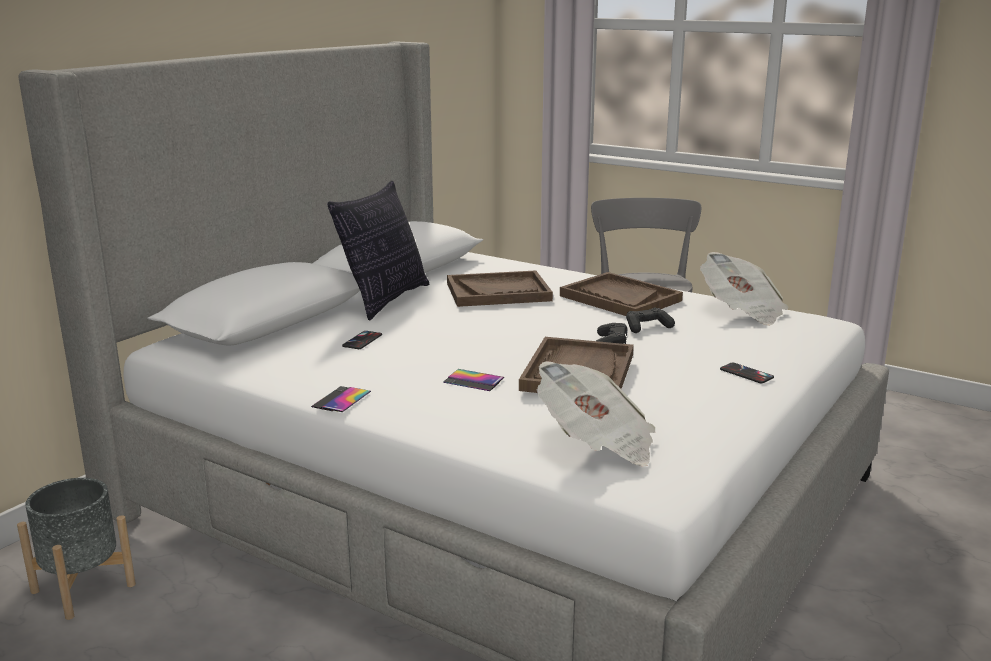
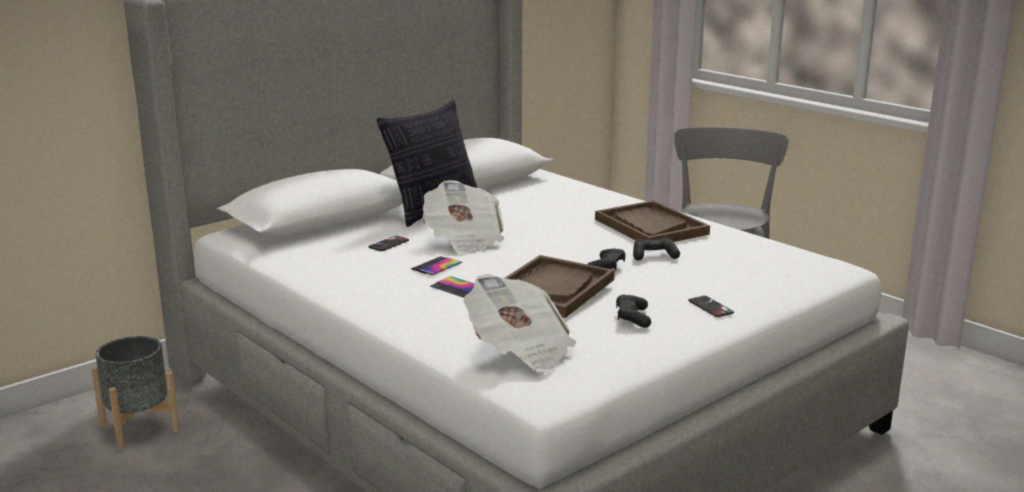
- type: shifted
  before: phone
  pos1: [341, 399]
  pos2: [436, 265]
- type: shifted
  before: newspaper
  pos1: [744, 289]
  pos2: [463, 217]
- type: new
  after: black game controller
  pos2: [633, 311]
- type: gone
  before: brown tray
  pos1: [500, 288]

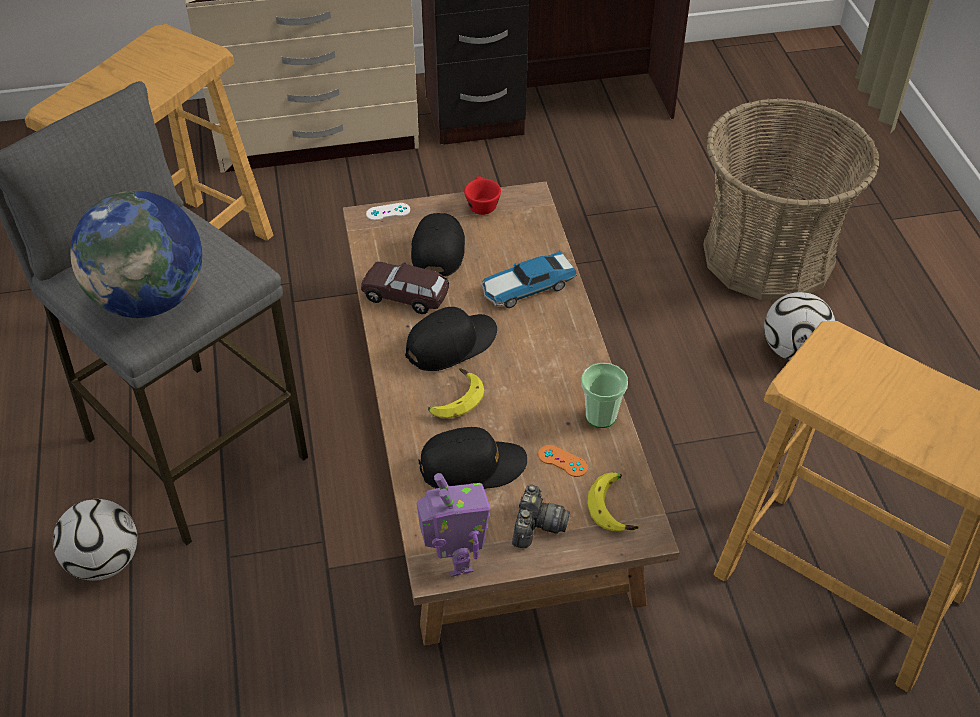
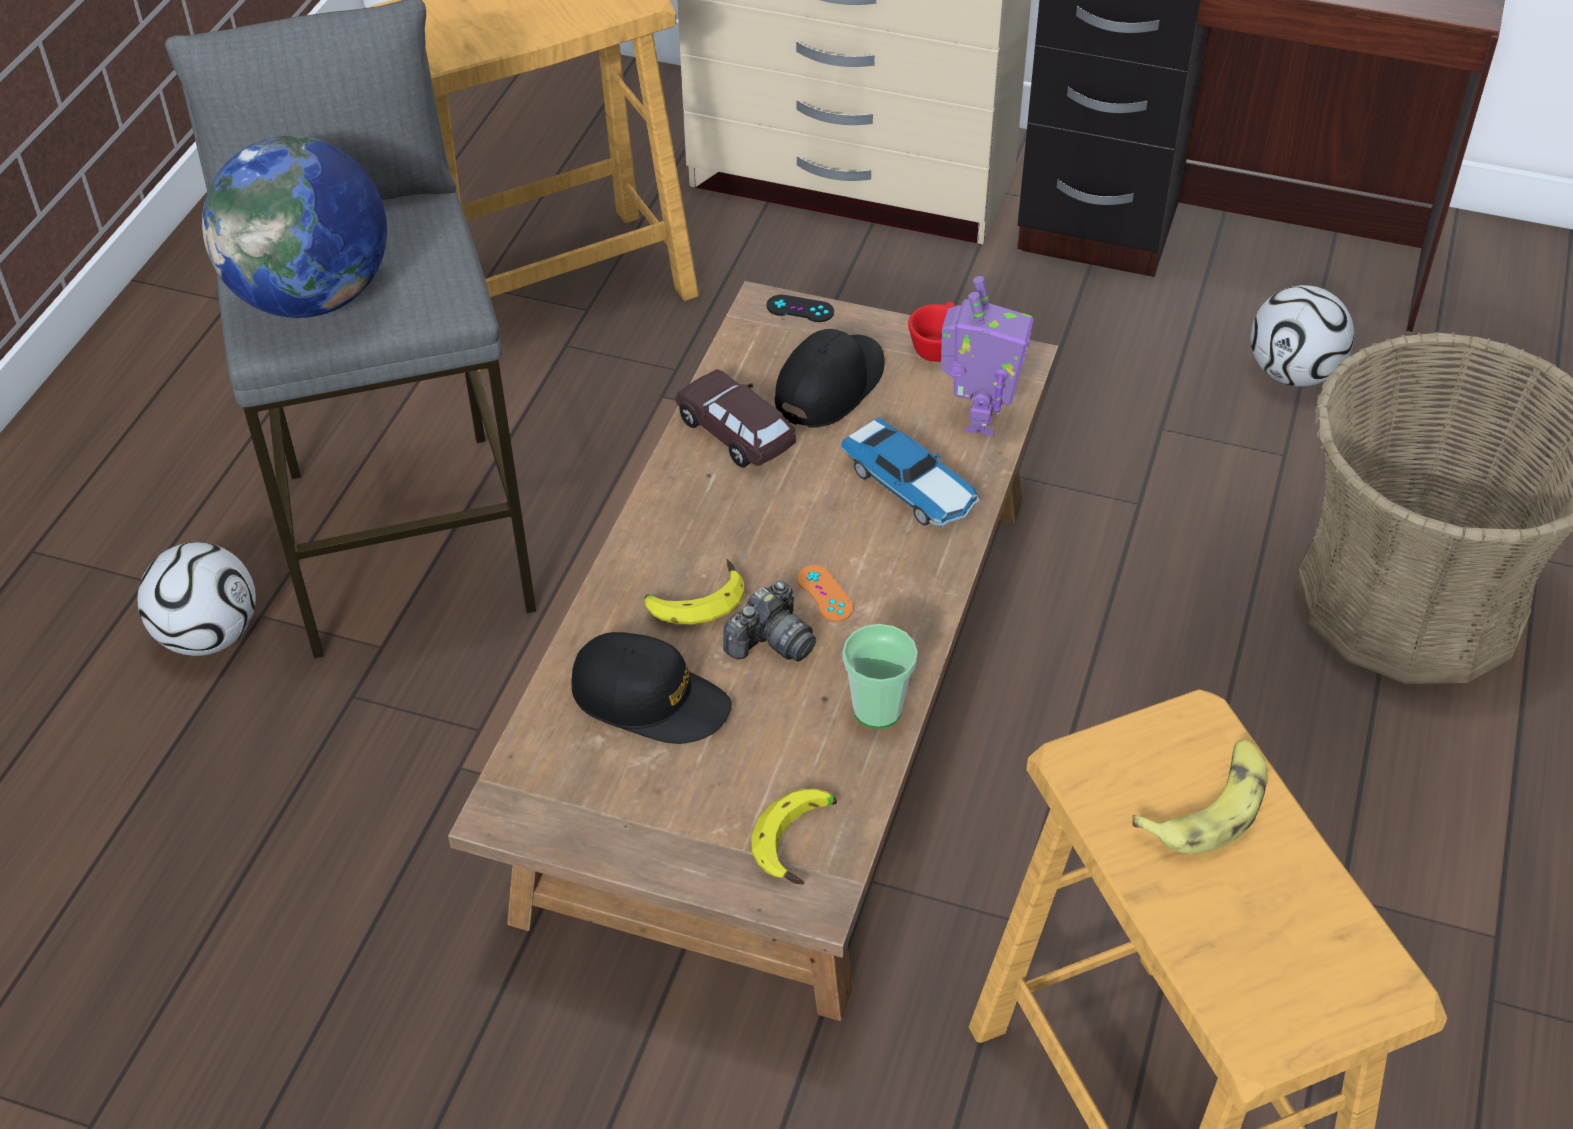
- type: shifted
  before: photo camera
  pos1: [541, 516]
  pos2: [769, 621]
- type: repainted
  before: white game controller
  after: black game controller
  pos1: [388, 212]
  pos2: [800, 308]
- type: shifted
  before: orange game controller
  pos1: [563, 461]
  pos2: [825, 593]
- type: rotated
  before: toy car
  pos1: [528, 279]
  pos2: [910, 472]
  turn: -135
- type: shifted
  before: toy robot
  pos1: [453, 525]
  pos2: [987, 356]
- type: new
  after: banana
  pos2: [1199, 797]
- type: shifted
  before: football
  pos1: [799, 326]
  pos2: [1302, 335]
- type: gone
  before: black cap
  pos1: [451, 339]

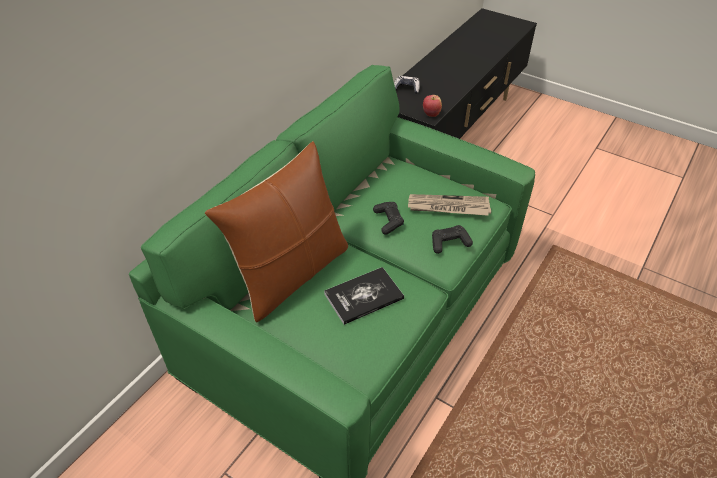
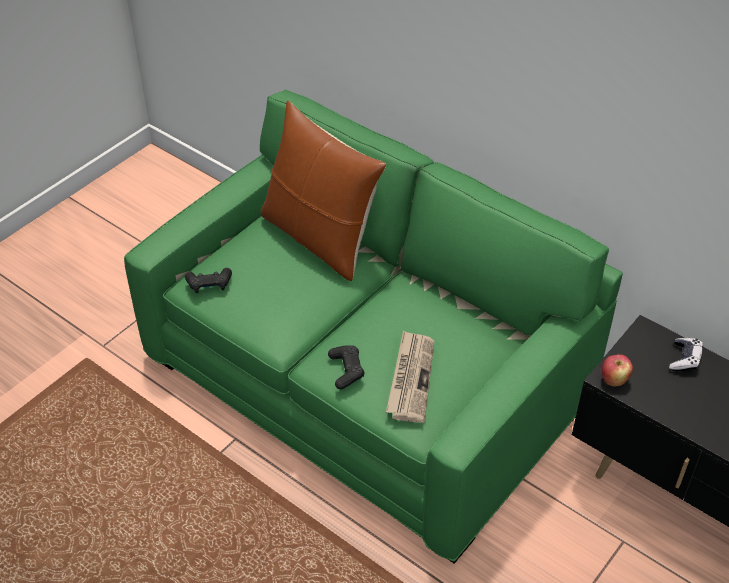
- type: shifted
  before: black game controller
  pos1: [388, 218]
  pos2: [208, 280]
- type: gone
  before: book
  pos1: [364, 296]

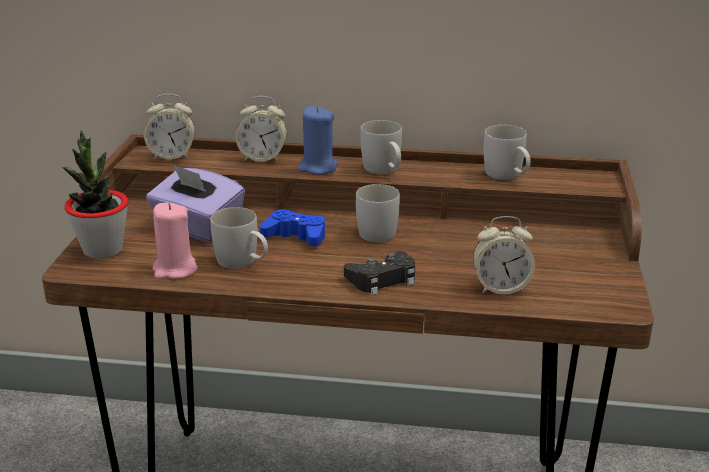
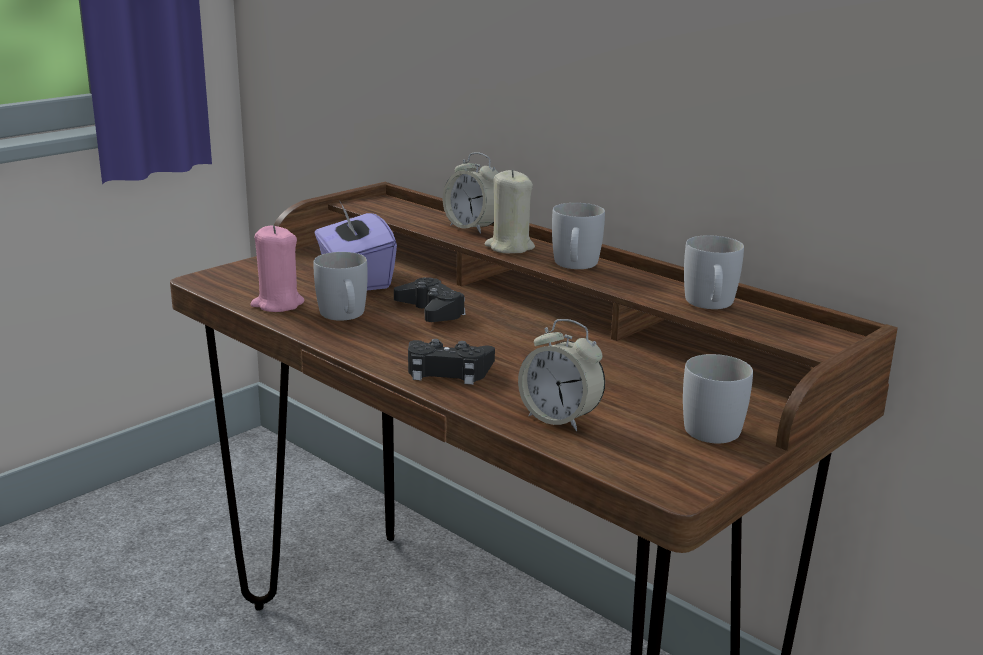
- type: repainted
  before: blue game controller
  after: black game controller
  pos1: [292, 227]
  pos2: [430, 299]
- type: repainted
  before: blue candle
  after: beige candle
  pos1: [318, 140]
  pos2: [510, 211]
- type: shifted
  before: white mug
  pos1: [378, 213]
  pos2: [718, 398]
- type: gone
  before: potted plant
  pos1: [95, 194]
- type: gone
  before: alarm clock
  pos1: [169, 127]

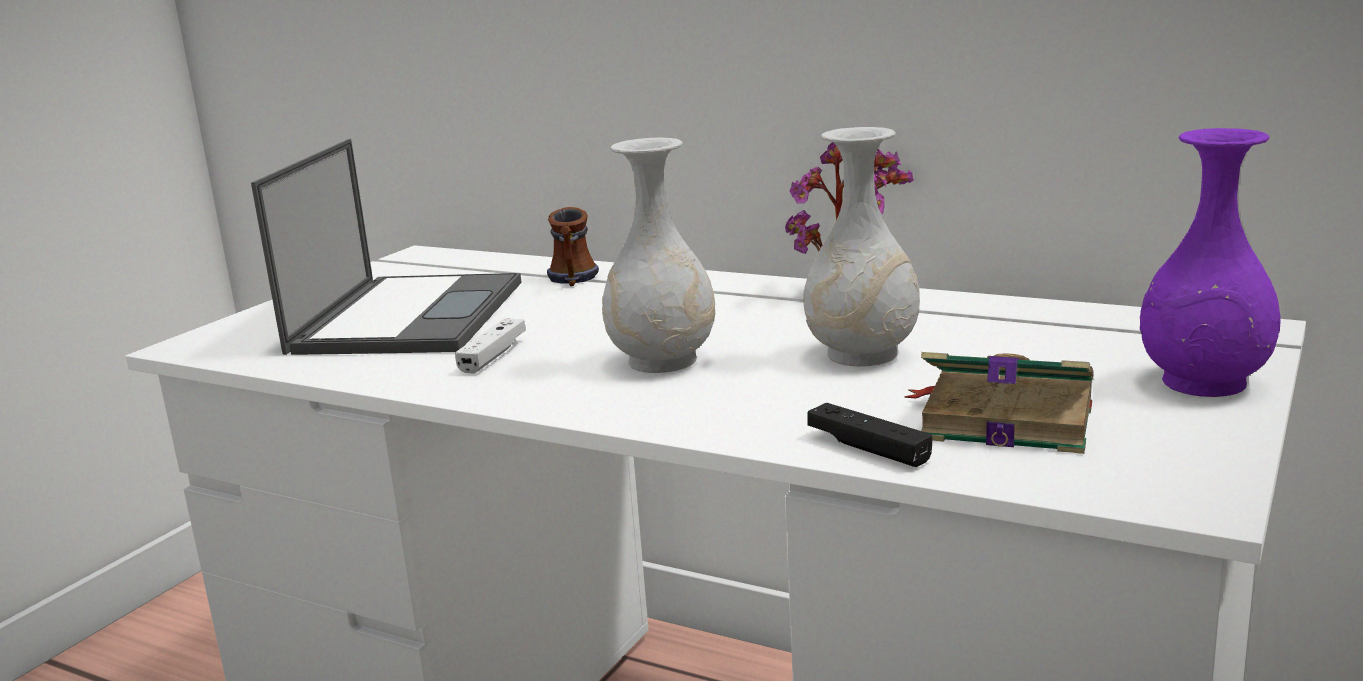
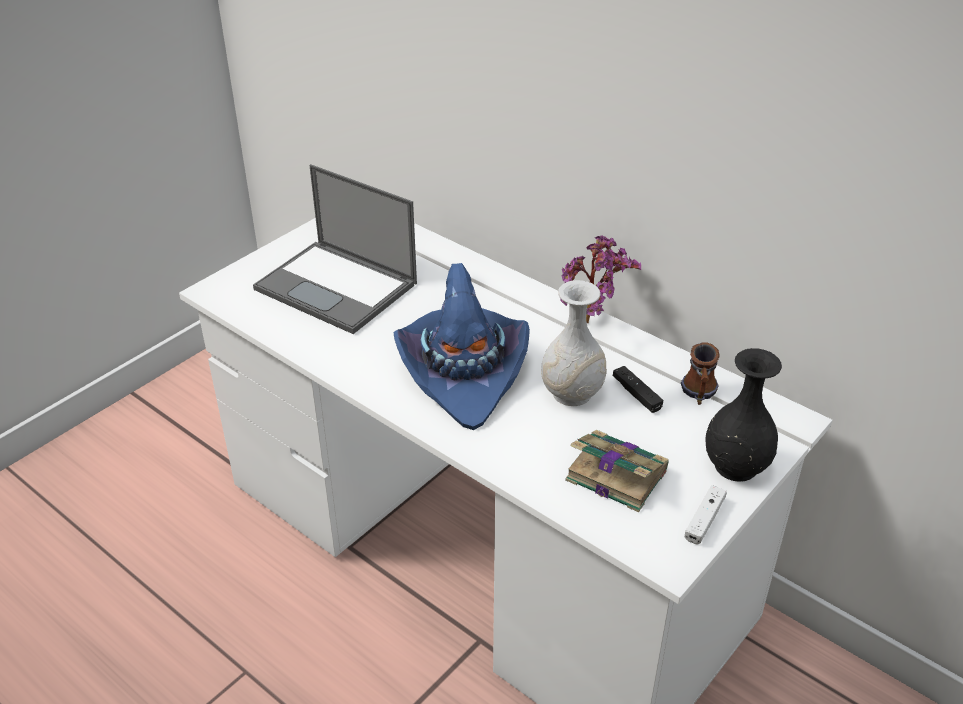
- type: rotated
  before: laptop
  pos1: [386, 247]
  pos2: [335, 249]
  turn: 105
- type: swapped
  before: white vase
  after: blue hat
  pos1: [658, 255]
  pos2: [461, 346]
- type: shifted
  before: black game controller
  pos1: [869, 435]
  pos2: [638, 389]
- type: shifted
  before: mug
  pos1: [573, 246]
  pos2: [700, 373]
- type: shifted
  before: white game controller
  pos1: [490, 346]
  pos2: [706, 515]
- type: repainted
  before: purple vase
  after: black vase
  pos1: [1210, 262]
  pos2: [744, 415]

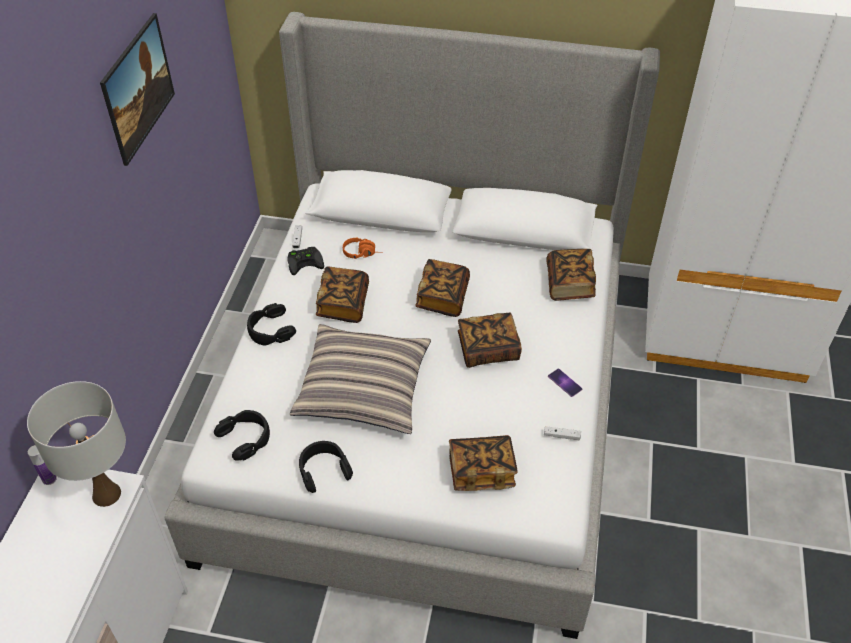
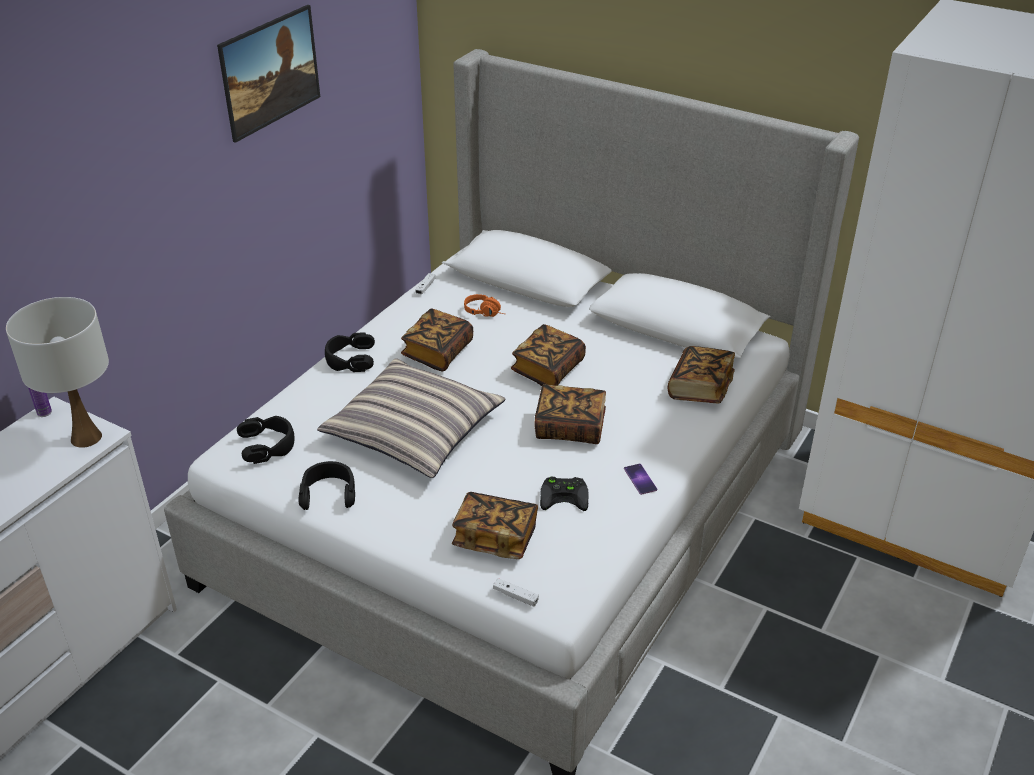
- type: shifted
  before: white game controller
  pos1: [562, 433]
  pos2: [516, 592]
- type: shifted
  before: black game controller
  pos1: [306, 261]
  pos2: [564, 494]

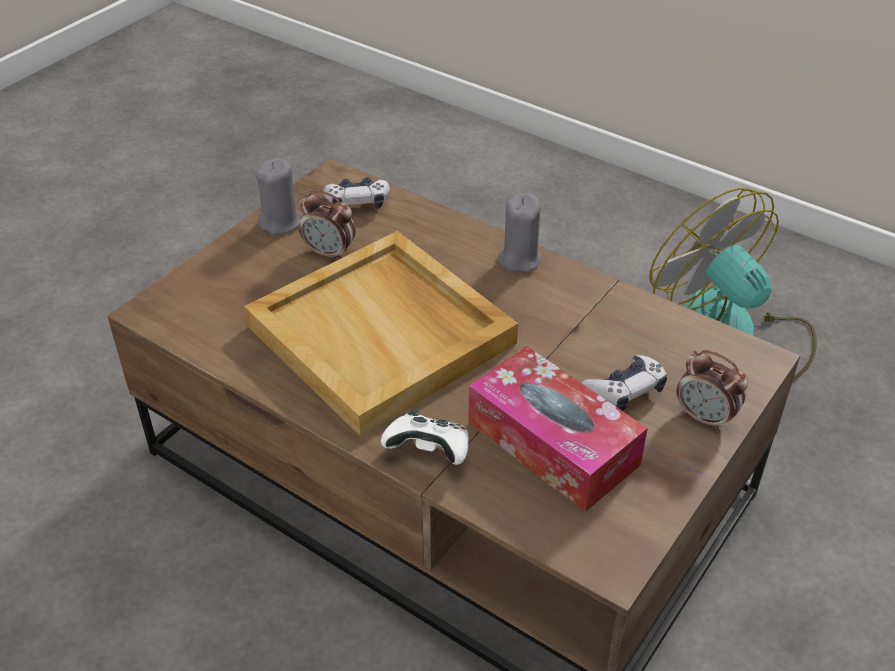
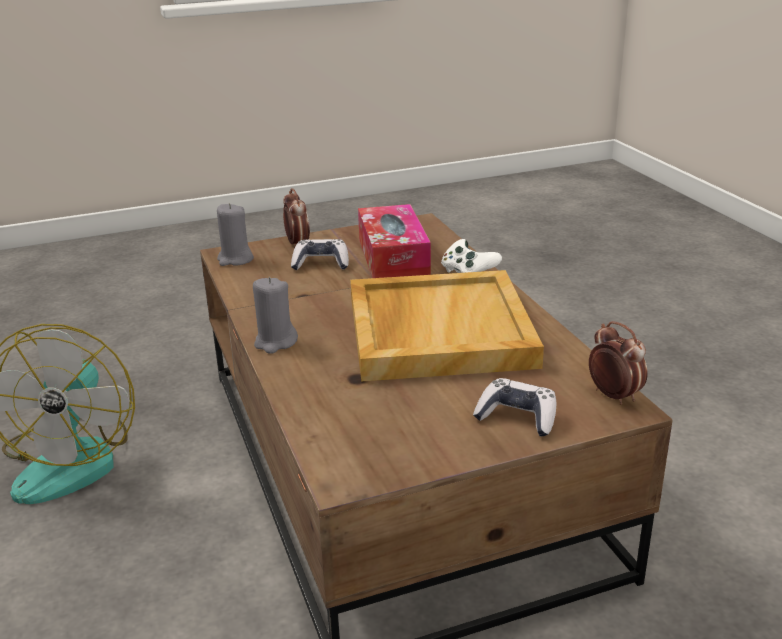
- type: shifted
  before: grey candle
  pos1: [279, 196]
  pos2: [235, 234]
- type: shifted
  before: game controller
  pos1: [356, 192]
  pos2: [514, 407]
- type: shifted
  before: alarm clock
  pos1: [327, 224]
  pos2: [618, 363]

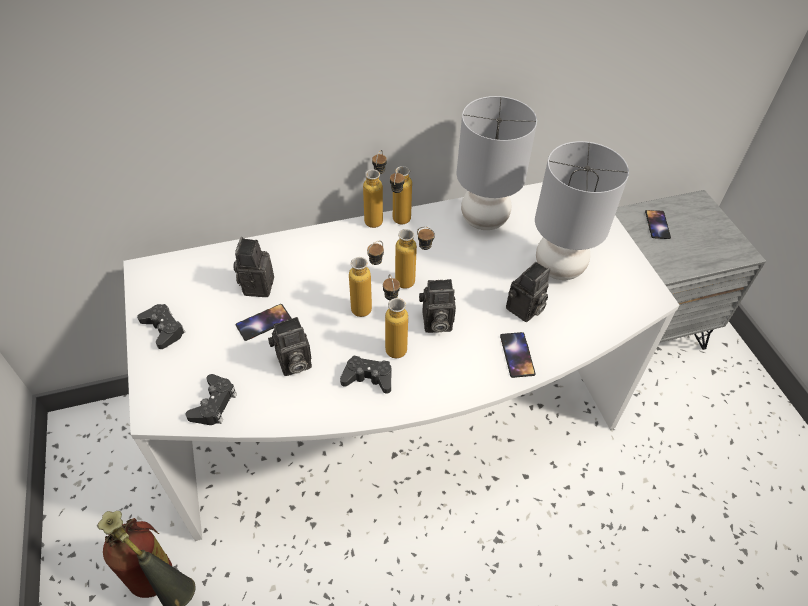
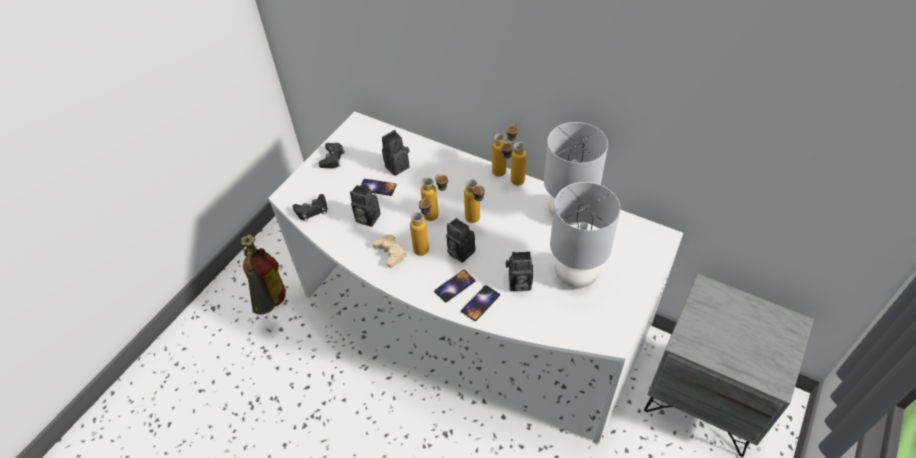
- type: repainted
  before: black game controller
  after: beige game controller
  pos1: [365, 375]
  pos2: [389, 251]
- type: shifted
  before: phone
  pos1: [658, 224]
  pos2: [454, 286]

